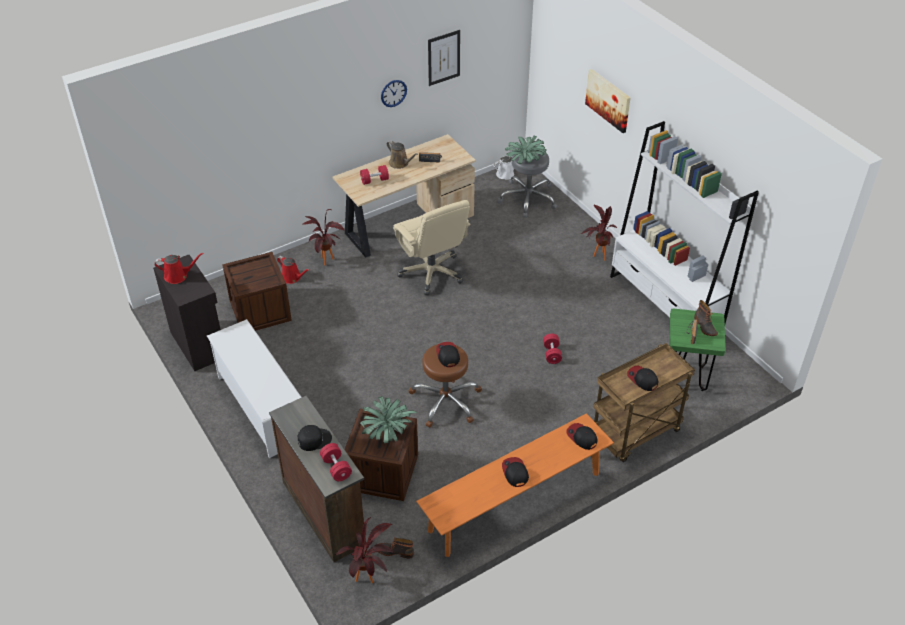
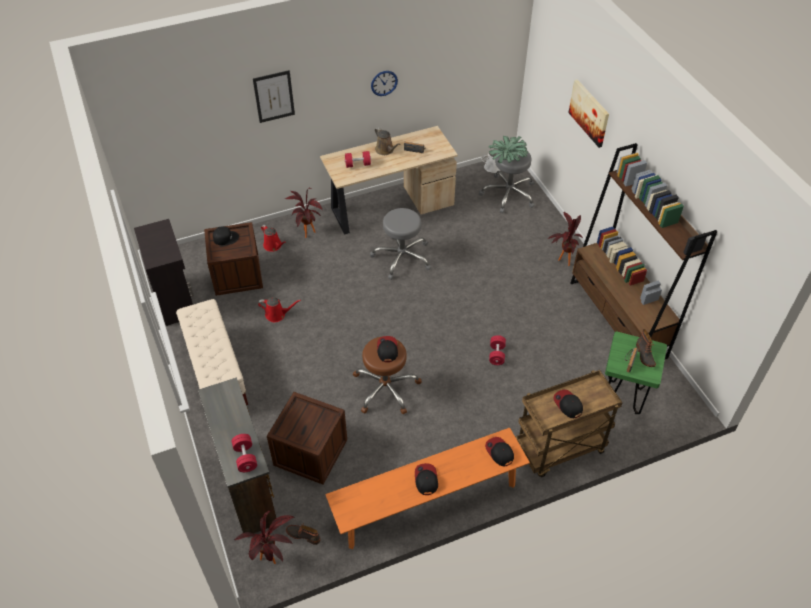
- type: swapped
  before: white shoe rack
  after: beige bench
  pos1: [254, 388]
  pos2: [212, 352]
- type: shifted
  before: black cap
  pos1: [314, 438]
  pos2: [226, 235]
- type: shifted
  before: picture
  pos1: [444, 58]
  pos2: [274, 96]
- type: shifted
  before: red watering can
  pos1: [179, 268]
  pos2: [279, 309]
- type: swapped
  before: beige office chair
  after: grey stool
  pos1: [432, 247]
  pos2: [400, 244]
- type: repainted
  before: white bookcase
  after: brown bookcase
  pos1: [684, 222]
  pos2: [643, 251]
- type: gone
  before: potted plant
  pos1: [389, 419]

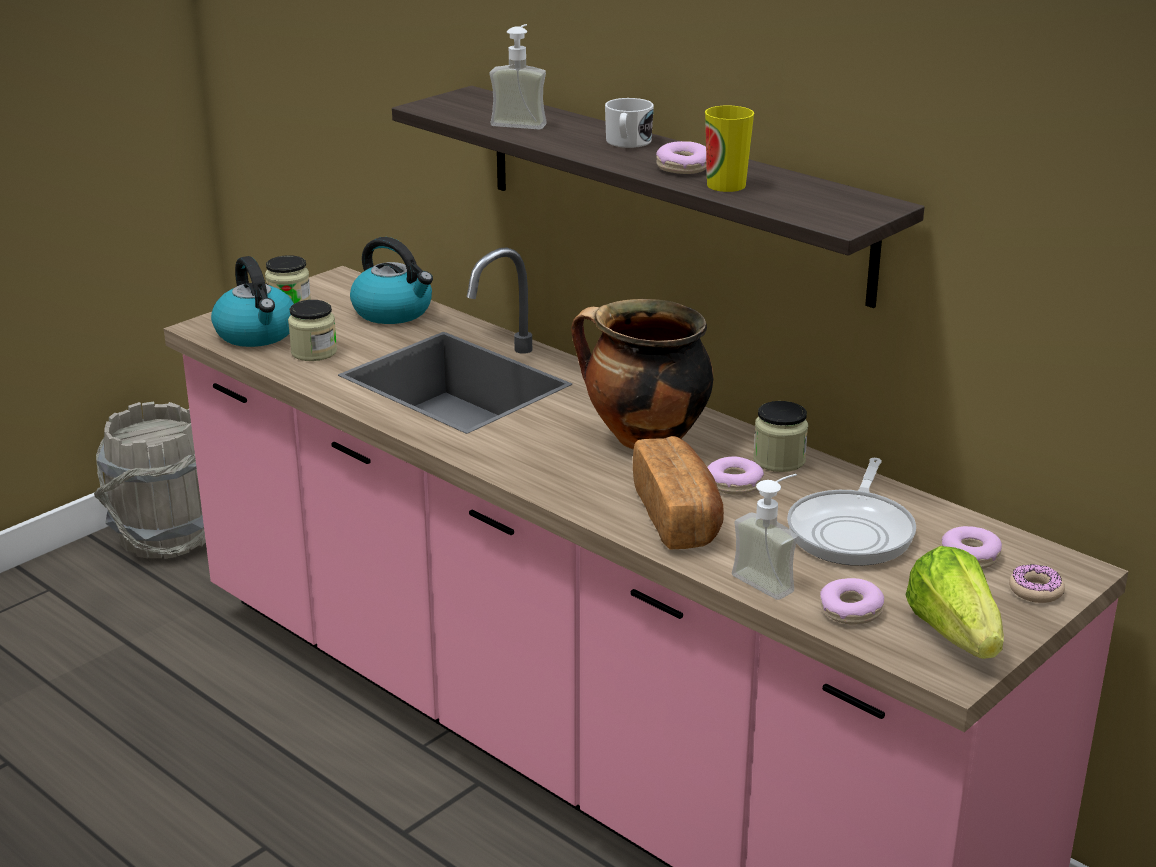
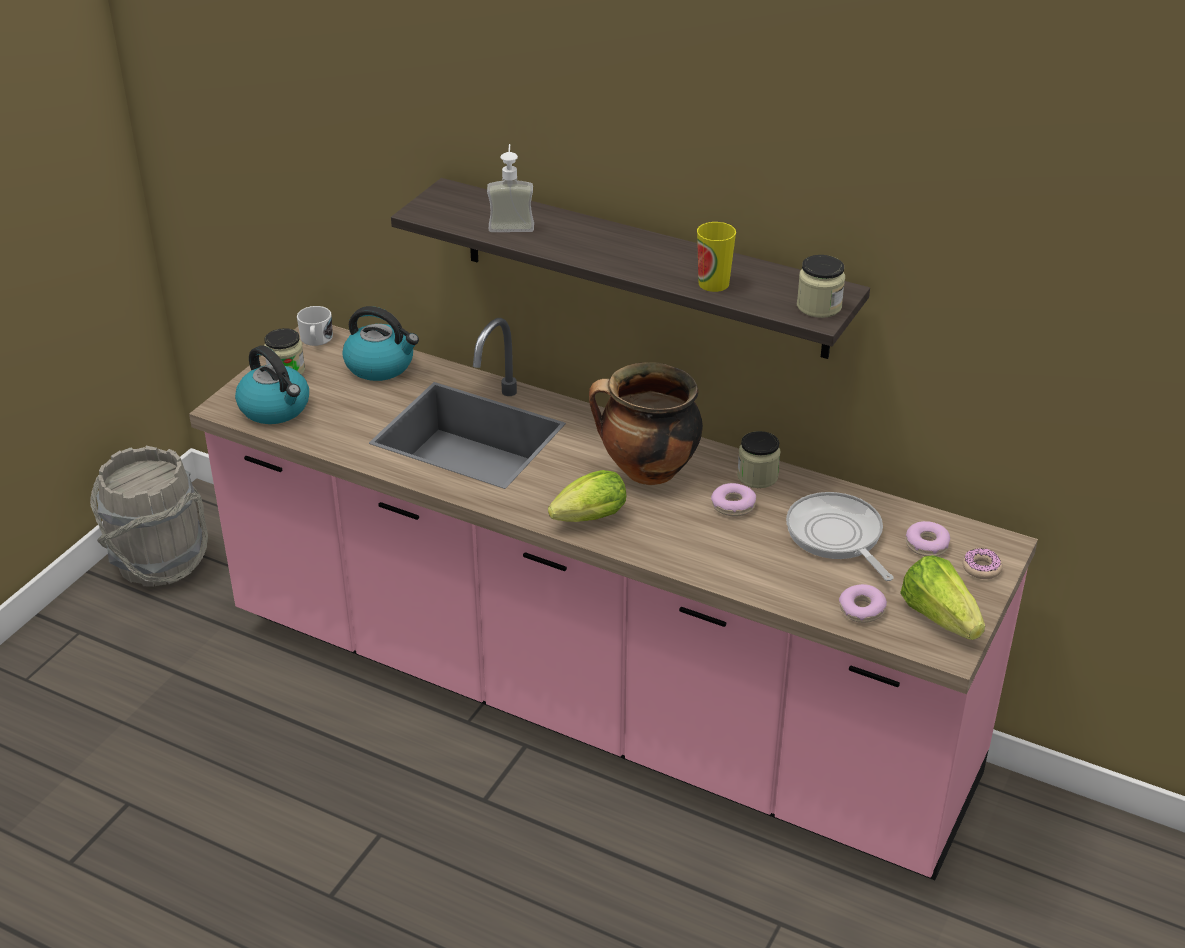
- type: shifted
  before: white mug
  pos1: [629, 123]
  pos2: [315, 326]
- type: new
  after: lettuce
  pos2: [587, 496]
- type: rotated
  before: frying pan
  pos1: [851, 512]
  pos2: [840, 536]
  turn: 150
- type: shifted
  before: jar
  pos1: [312, 330]
  pos2: [821, 286]
- type: gone
  before: bread
  pos1: [678, 493]
- type: gone
  before: donut
  pos1: [681, 157]
- type: gone
  before: soap dispenser
  pos1: [765, 537]

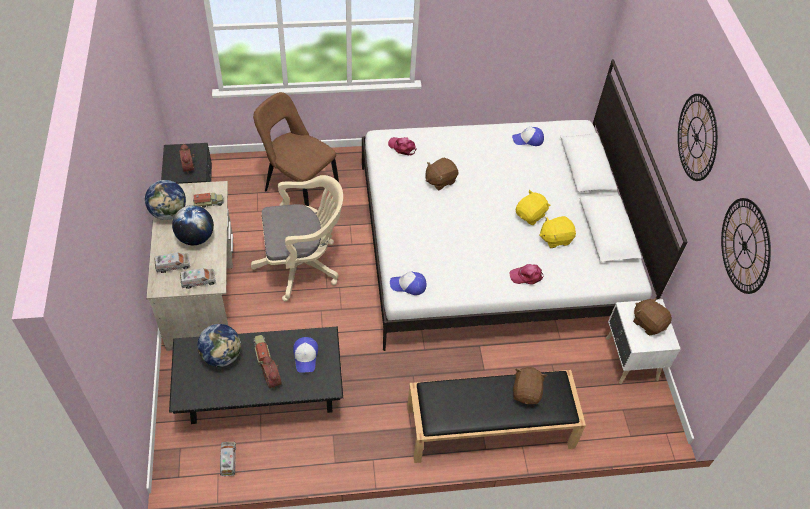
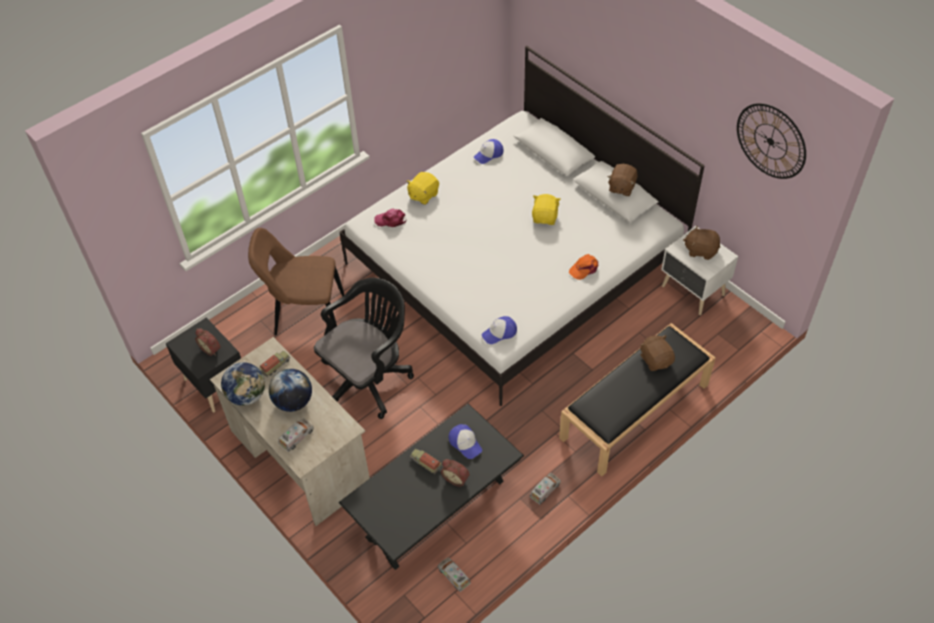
- type: repainted
  before: beige office chair
  after: black office chair
  pos1: [297, 238]
  pos2: [364, 348]
- type: shifted
  before: yellow plush toy
  pos1: [557, 232]
  pos2: [422, 188]
- type: shifted
  before: toy truck
  pos1: [198, 278]
  pos2: [545, 489]
- type: repainted
  before: pink cap
  after: orange cap
  pos1: [526, 274]
  pos2: [583, 267]
- type: shifted
  before: brown plush toy
  pos1: [442, 174]
  pos2: [623, 180]
- type: gone
  before: globe
  pos1: [219, 345]
- type: gone
  before: wall clock
  pos1: [698, 137]

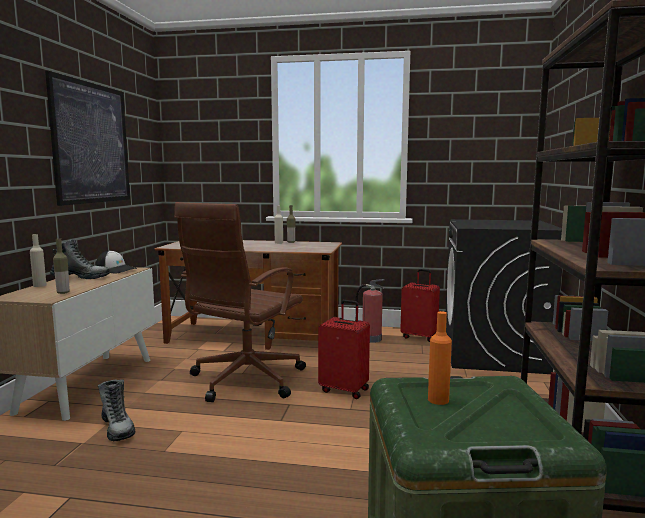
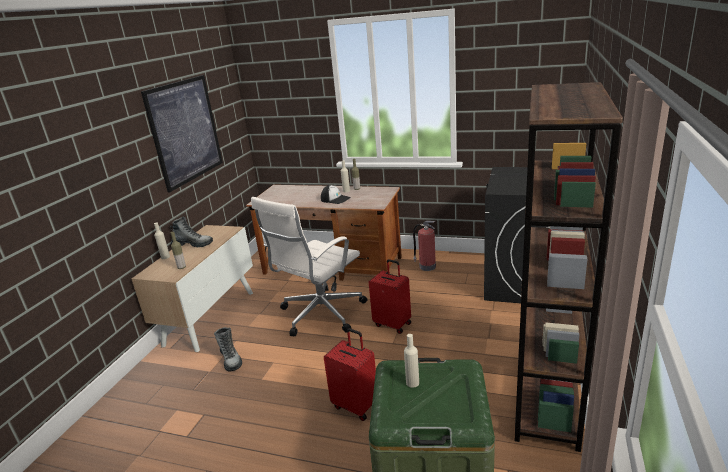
- type: repainted
  before: brown office chair
  after: white office chair
  pos1: [240, 302]
  pos2: [309, 266]
- type: shifted
  before: cap
  pos1: [116, 262]
  pos2: [336, 194]
- type: shifted
  before: red suitcase
  pos1: [420, 305]
  pos2: [350, 374]
- type: repainted
  before: orange bottle
  after: beige bottle
  pos1: [440, 358]
  pos2: [411, 361]

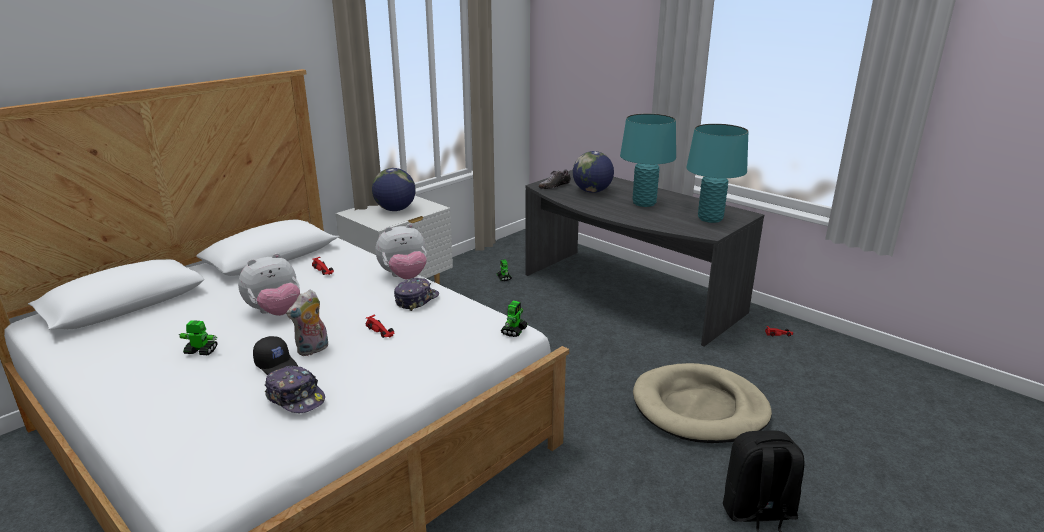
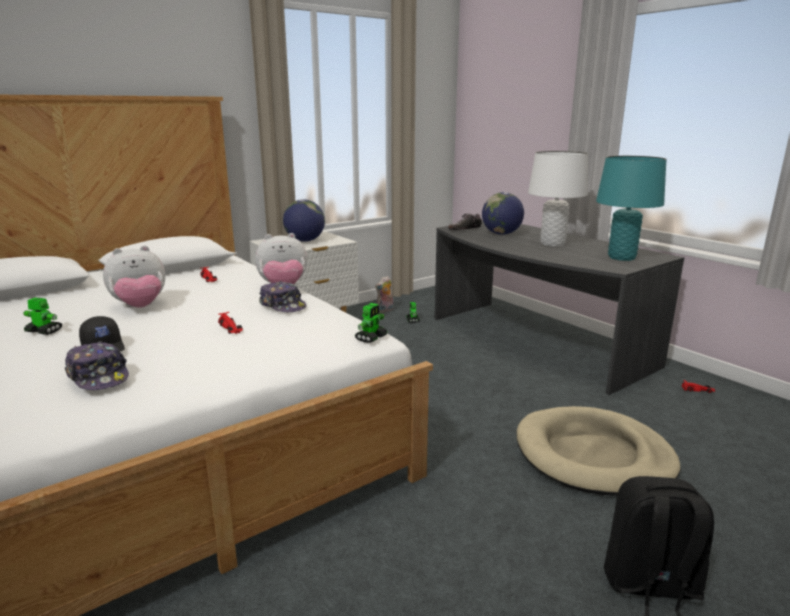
- type: rotated
  before: cap
  pos1: [416, 294]
  pos2: [282, 296]
  turn: 90
- type: shifted
  before: plush toy
  pos1: [307, 323]
  pos2: [384, 294]
- type: repainted
  before: turquoise table lamp
  after: white table lamp
  pos1: [648, 160]
  pos2: [558, 199]

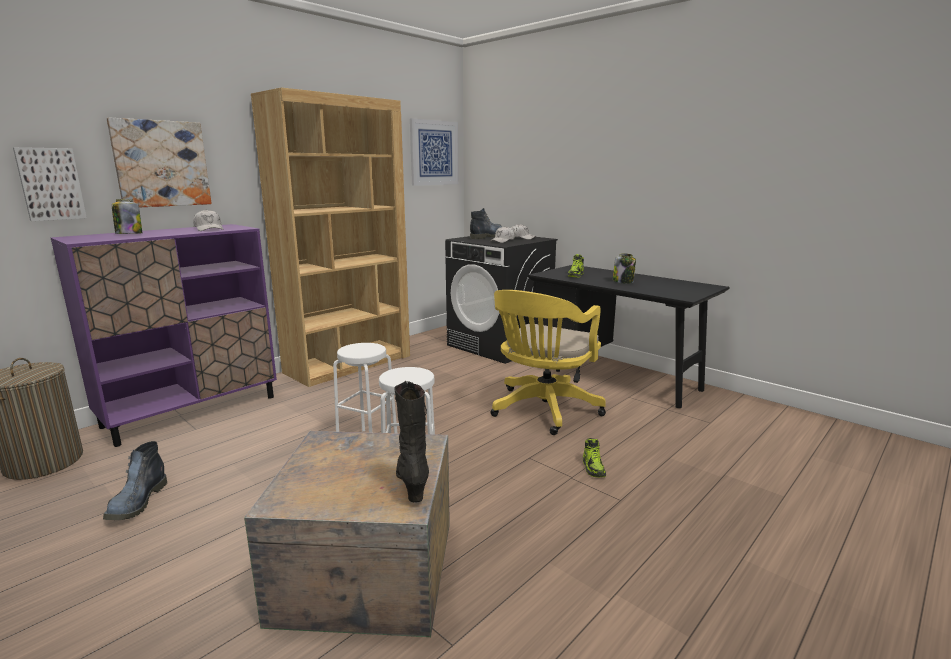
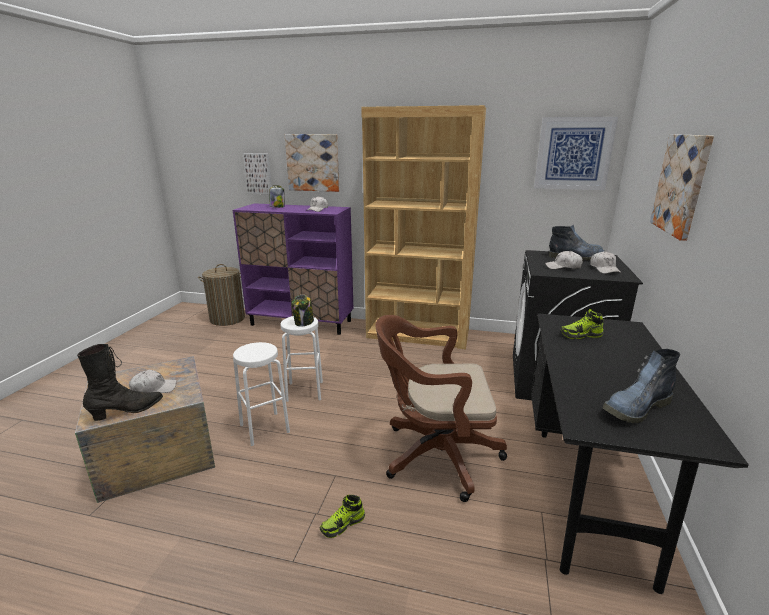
- type: new
  after: white cap
  pos2: [153, 381]
- type: shifted
  before: jar
  pos1: [624, 268]
  pos2: [303, 311]
- type: repainted
  before: yellow office chair
  after: brown office chair
  pos1: [548, 362]
  pos2: [441, 408]
- type: shifted
  before: boot
  pos1: [135, 480]
  pos2: [641, 386]
- type: new
  after: picture
  pos2: [682, 187]

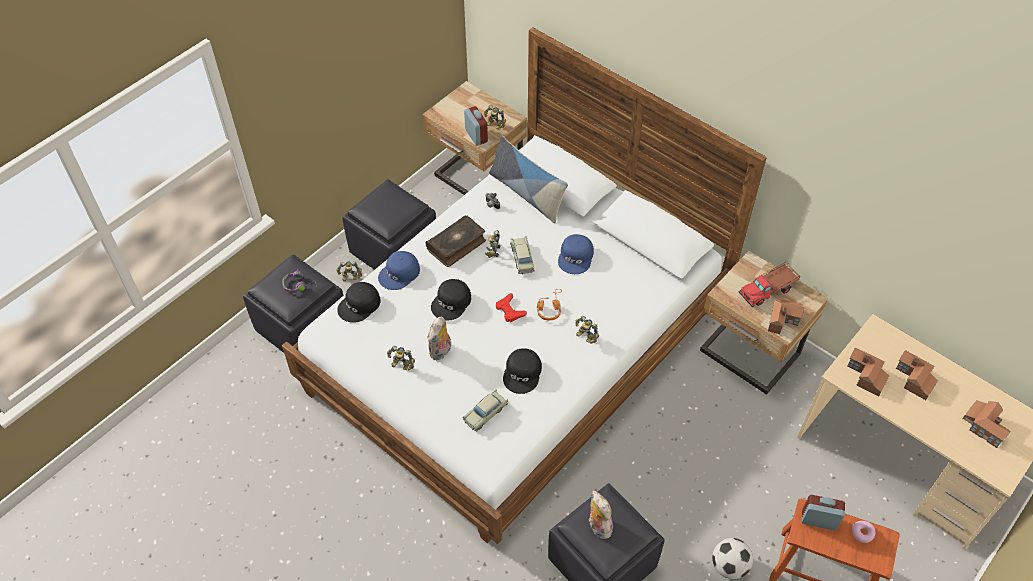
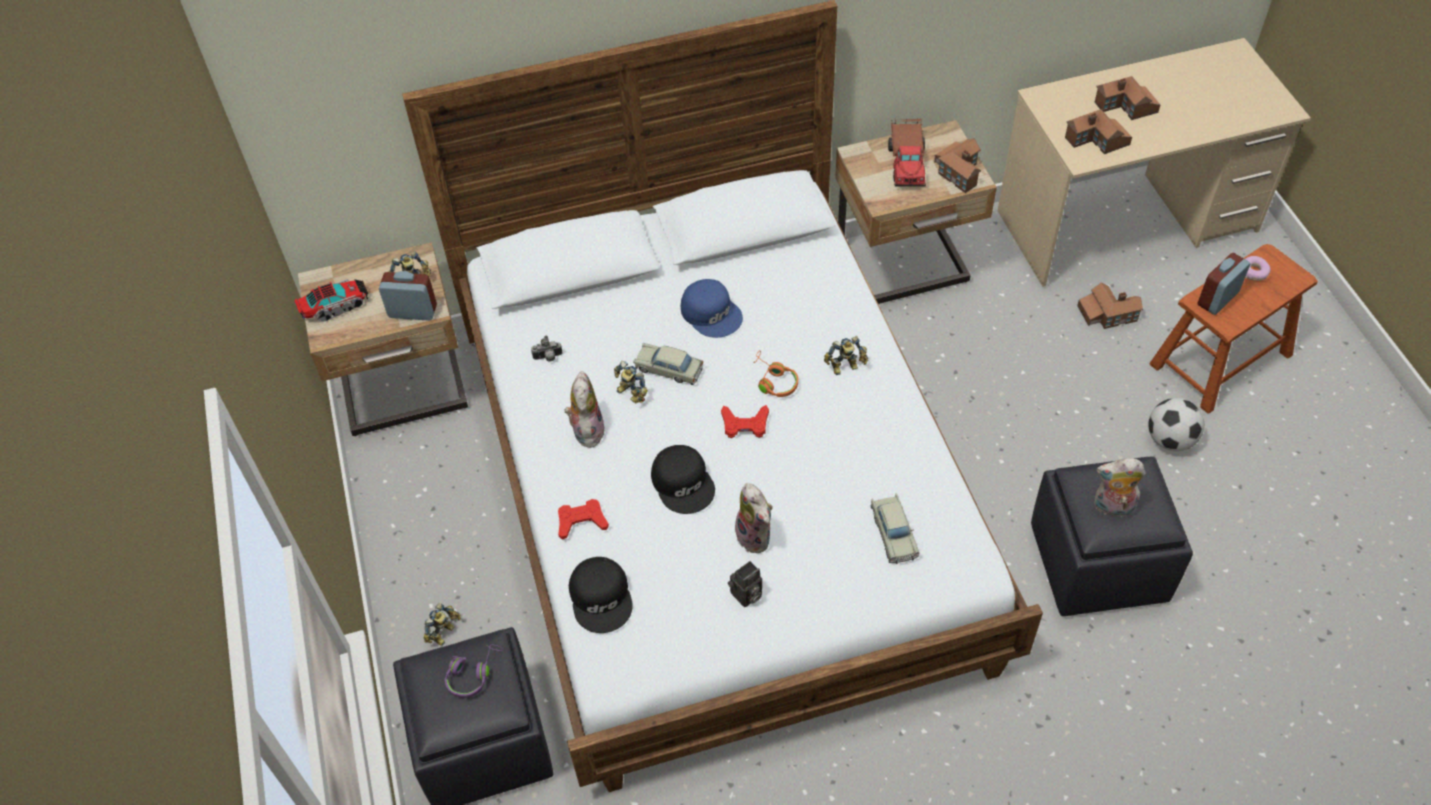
- type: new
  after: toy truck
  pos2: [331, 300]
- type: swapped
  before: blue cap
  after: red game controller
  pos1: [399, 270]
  pos2: [583, 519]
- type: swapped
  before: book
  after: plush toy
  pos1: [456, 241]
  pos2: [585, 409]
- type: swapped
  before: toy robot
  after: photo camera
  pos1: [401, 358]
  pos2: [745, 584]
- type: shifted
  before: toy house
  pos1: [987, 424]
  pos2: [1110, 305]
- type: gone
  before: black ottoman
  pos1: [389, 224]
- type: gone
  before: pillow
  pos1: [528, 179]
- type: gone
  before: black cap
  pos1: [522, 371]

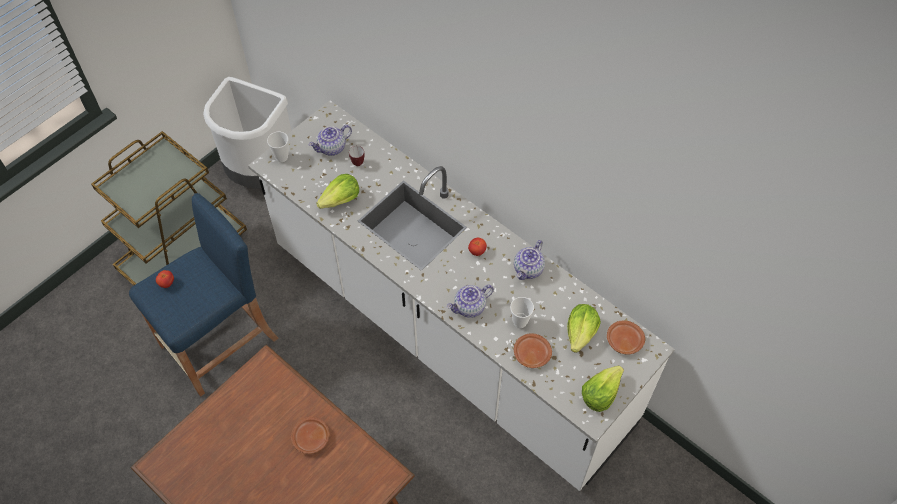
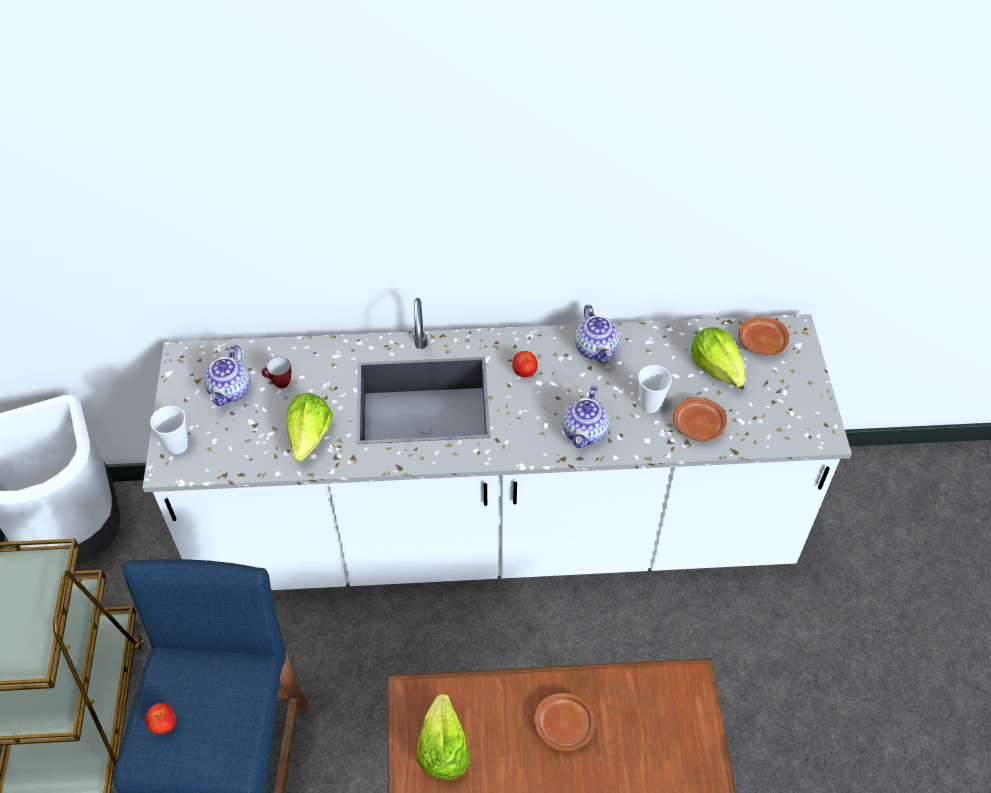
- type: shifted
  before: lettuce
  pos1: [603, 389]
  pos2: [443, 737]

